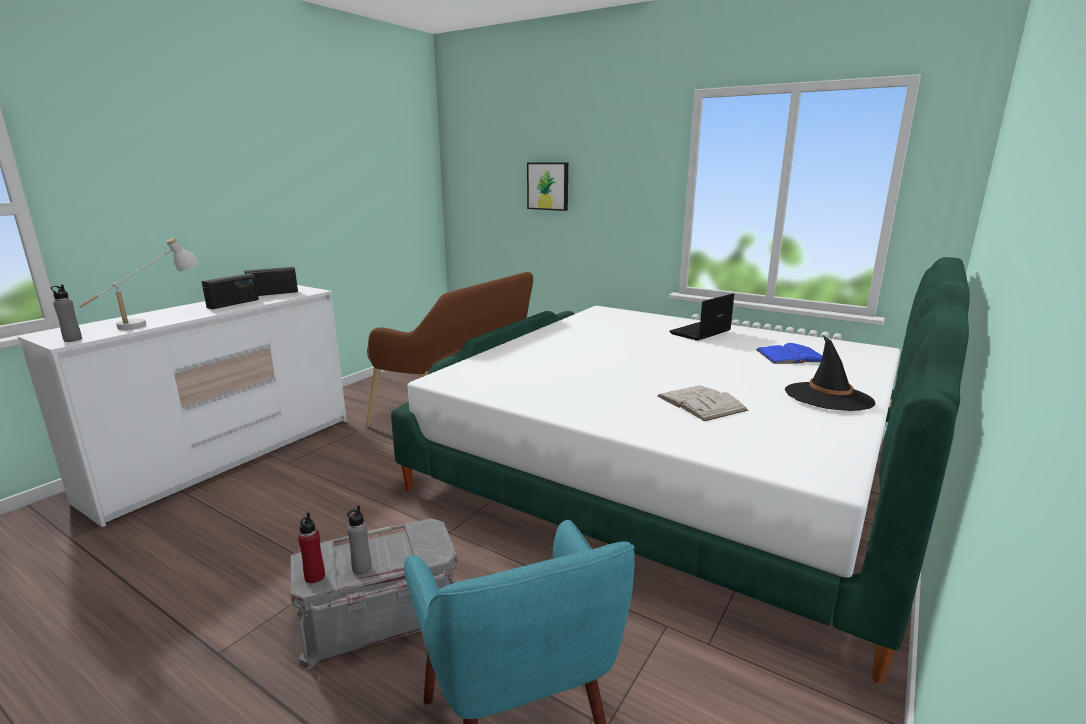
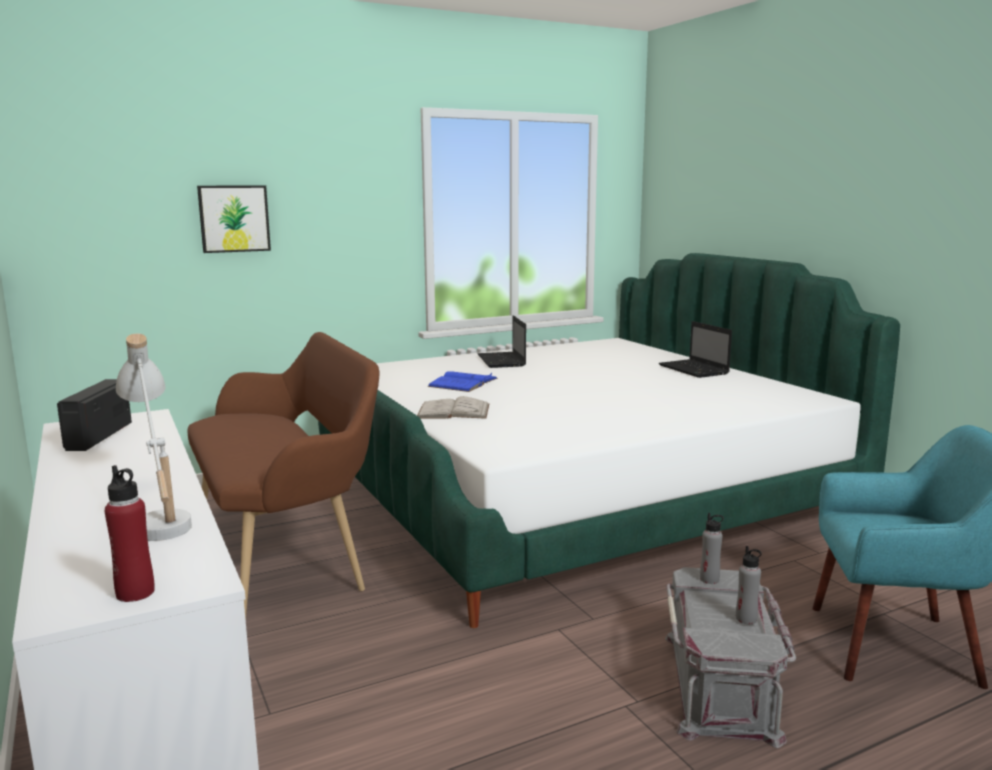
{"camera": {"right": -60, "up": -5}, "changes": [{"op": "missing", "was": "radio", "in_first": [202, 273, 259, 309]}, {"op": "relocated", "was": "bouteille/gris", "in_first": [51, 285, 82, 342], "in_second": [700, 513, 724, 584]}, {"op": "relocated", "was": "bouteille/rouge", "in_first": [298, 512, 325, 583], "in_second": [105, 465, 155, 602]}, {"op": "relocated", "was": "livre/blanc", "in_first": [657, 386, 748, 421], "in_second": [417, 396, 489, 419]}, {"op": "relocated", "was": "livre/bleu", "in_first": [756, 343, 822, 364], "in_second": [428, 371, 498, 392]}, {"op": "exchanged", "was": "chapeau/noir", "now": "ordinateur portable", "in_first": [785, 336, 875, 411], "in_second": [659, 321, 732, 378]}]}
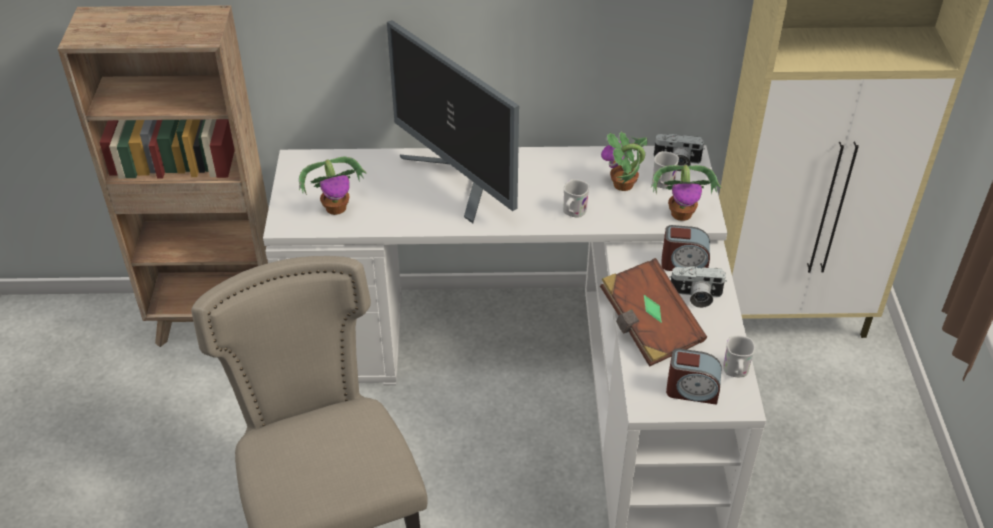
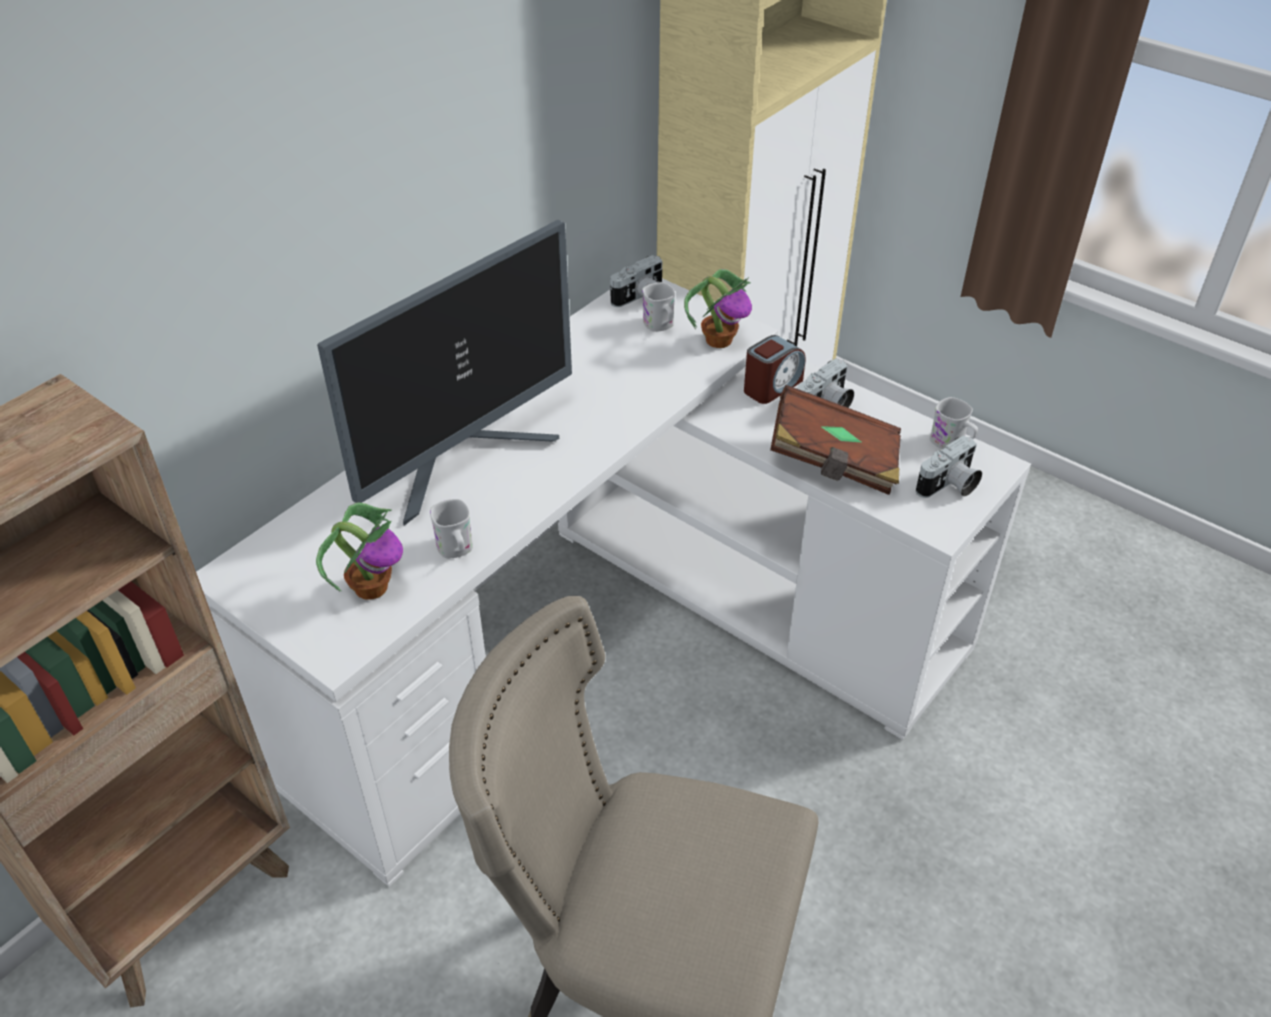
{"camera": {"right": -50, "up": 0}, "changes": [{"op": "missing", "was": "plante en pot", "in_first": [601, 131, 647, 191]}, {"op": "relocated", "was": "mug/blanc", "in_first": [563, 179, 589, 218], "in_second": [430, 499, 473, 558]}, {"op": "exchanged", "was": "réveil", "now": "appareil photo", "in_first": [666, 348, 721, 405], "in_second": [916, 435, 982, 498]}, {"op": "spun", "was": "écran d'ordinateur", "in_first": [387, 20, 519, 224], "in_second": [317, 220, 572, 526], "clockwise": -45}]}
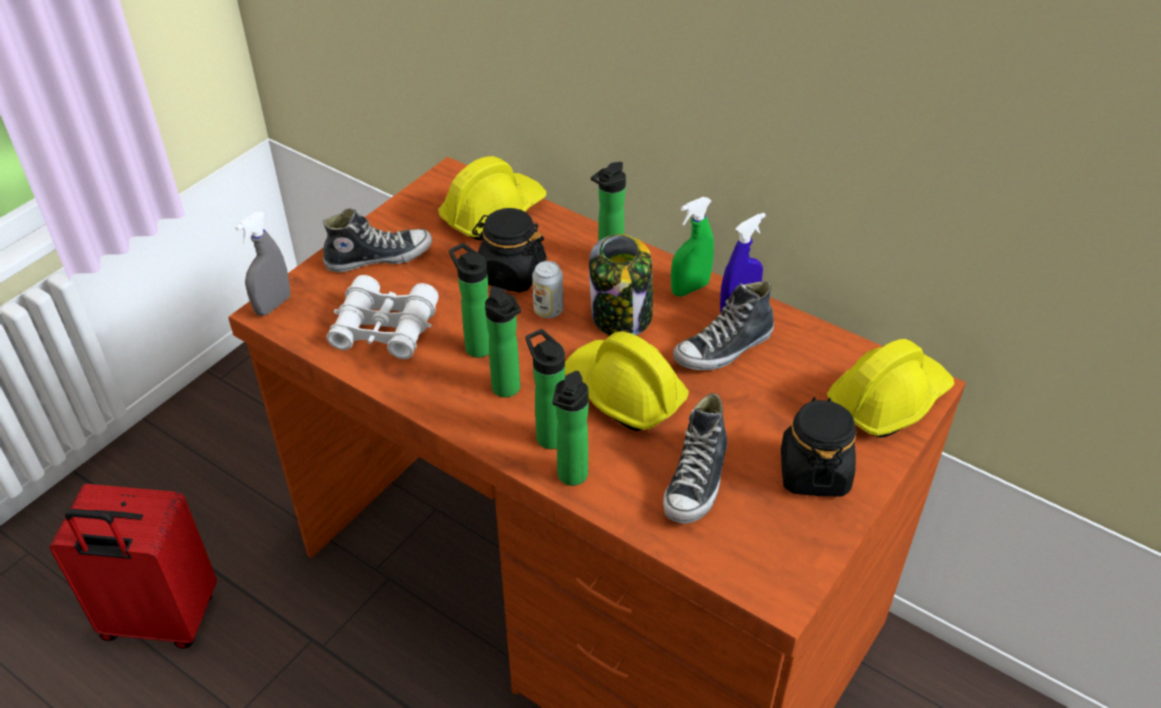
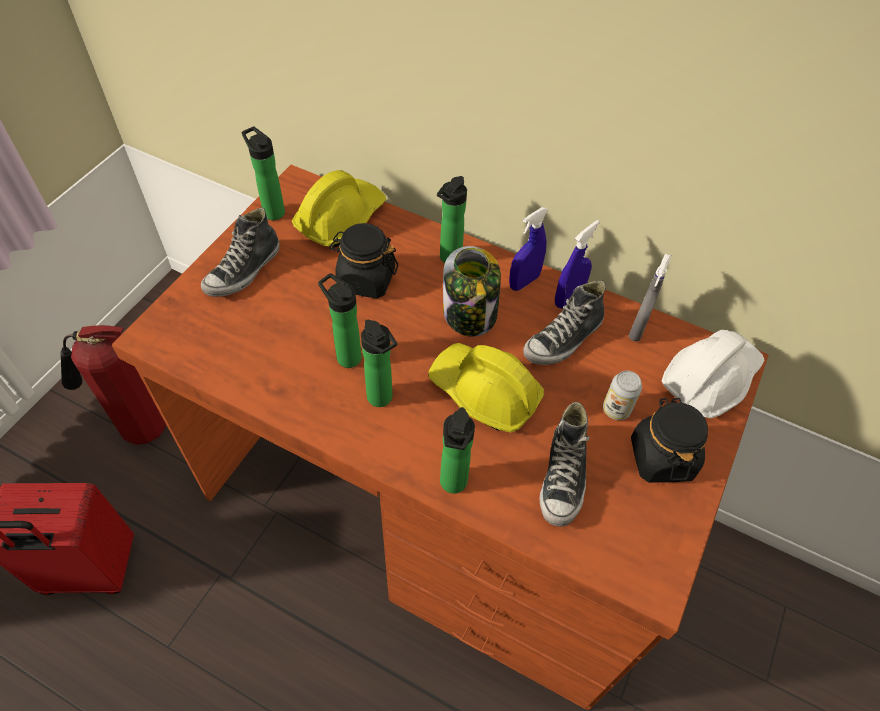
{"camera": {"right": -10, "up": 10}, "changes": [{"op": "missing", "was": "jumelles/blanc", "in_first": [326, 275, 439, 359]}, {"op": "appeared", "now": "extincteur", "in_second": [61, 325, 166, 445]}, {"op": "relocated", "was": "vaporisateur/gris", "in_first": [235, 212, 290, 316], "in_second": [628, 254, 671, 341]}, {"op": "relocated", "was": "bouteille", "in_first": [525, 329, 565, 449], "in_second": [242, 127, 285, 220]}, {"op": "relocated", "was": "boîte métallique", "in_first": [532, 261, 563, 318], "in_second": [603, 371, 642, 420]}, {"op": "colour", "was": "vaporisateur/vert", "now": "vaporisateur/bleu", "in_first": [671, 197, 714, 296], "in_second": [509, 207, 549, 291]}, {"op": "colour", "was": "casque de chantier/jaune", "now": "casque de chantier/blanc", "in_first": [827, 339, 954, 438], "in_second": [662, 330, 765, 418]}, {"op": "spun", "was": "chaussure", "in_first": [323, 208, 432, 272], "in_second": [201, 208, 280, 297], "clockwise": 150}]}
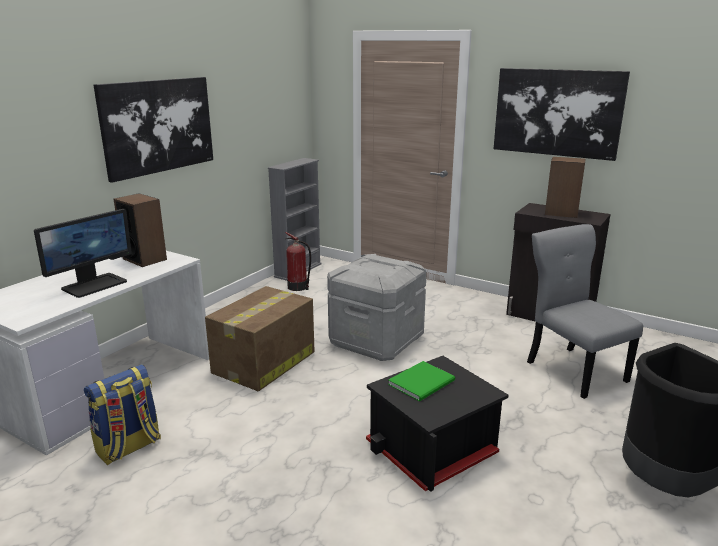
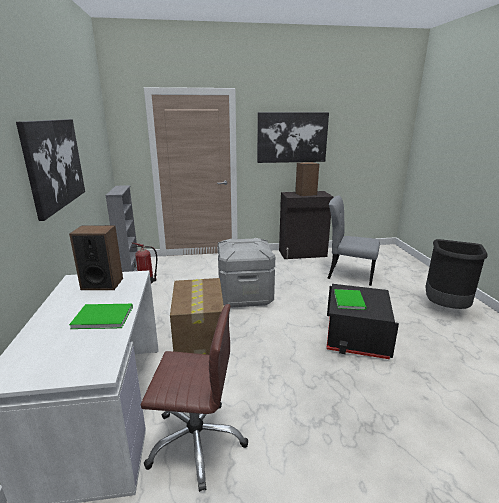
{"camera": {"right": -40, "up": 0}, "changes": [{"op": "exchanged", "was": "écran d'ordinateur", "now": "livre/vert", "in_first": [34, 209, 132, 298], "in_second": [69, 304, 133, 329]}, {"op": "exchanged", "was": "sac à dos", "now": "chaise de bureau/marron", "in_first": [84, 364, 161, 465], "in_second": [141, 304, 248, 492]}]}
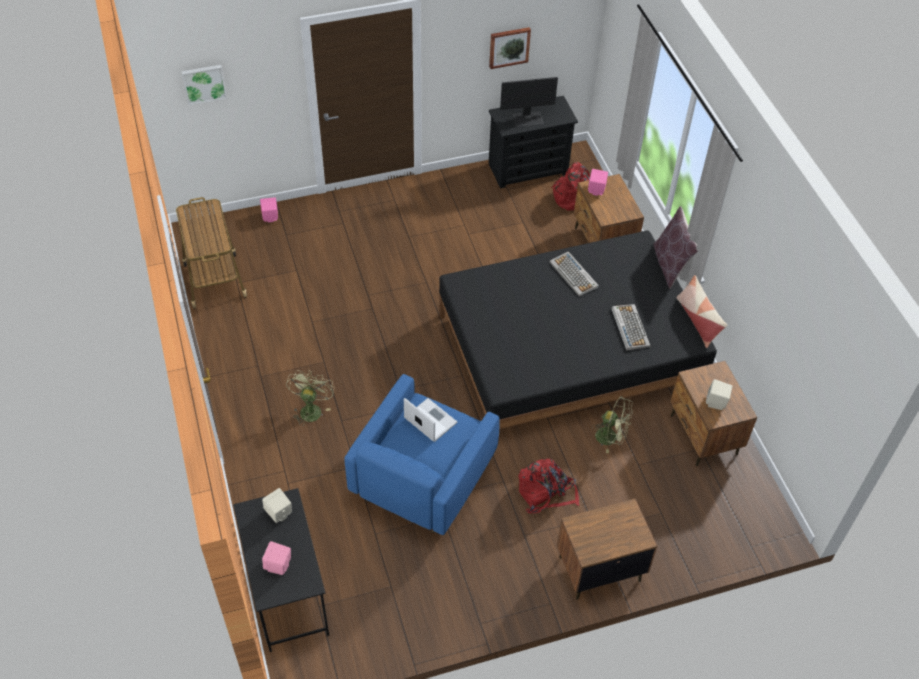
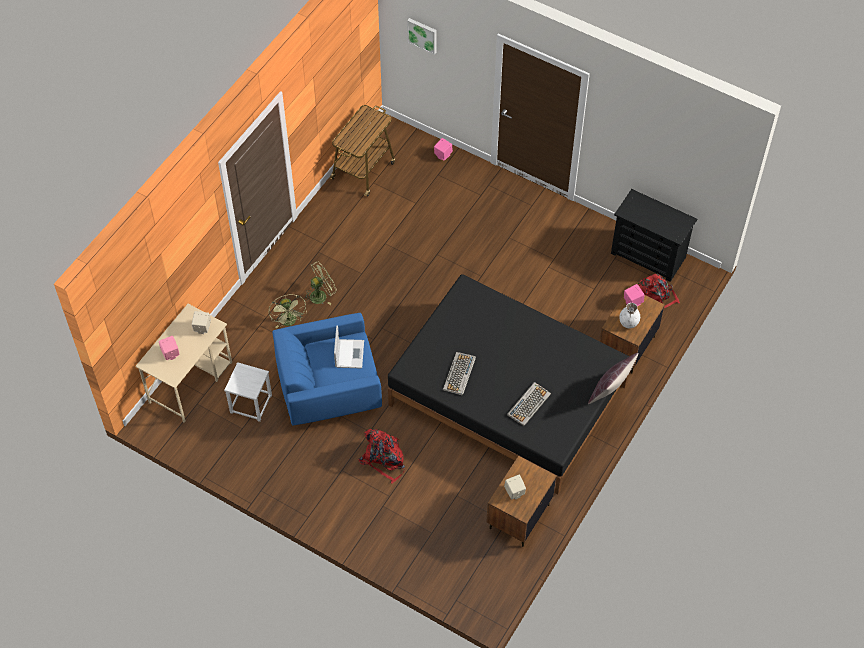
{"camera": {"right": 50, "up": 5}, "changes": [{"op": "missing", "was": "tableau", "in_first": [489, 27, 531, 69]}, {"op": "missing", "was": "écran d'ordinateur", "in_first": [500, 77, 558, 127]}, {"op": "missing", "was": "table de chevet/marron", "in_first": [557, 499, 657, 600]}, {"op": "missing", "was": "coussin", "in_first": [677, 275, 727, 348]}, {"op": "appeared", "now": "tabouret/blanc", "in_second": [224, 362, 272, 422]}, {"op": "appeared", "now": "vase/blanc", "in_second": [619, 303, 640, 328]}, {"op": "relocated", "was": "clavier", "in_first": [550, 252, 599, 297], "in_second": [443, 352, 476, 396]}, {"op": "relocated", "was": "ventilateur/vert", "in_first": [592, 396, 633, 453], "in_second": [269, 294, 307, 328]}, {"op": "colour", "was": "bureau/noir", "now": "bureau/beige", "in_first": [233, 488, 329, 652], "in_second": [136, 304, 232, 423]}]}
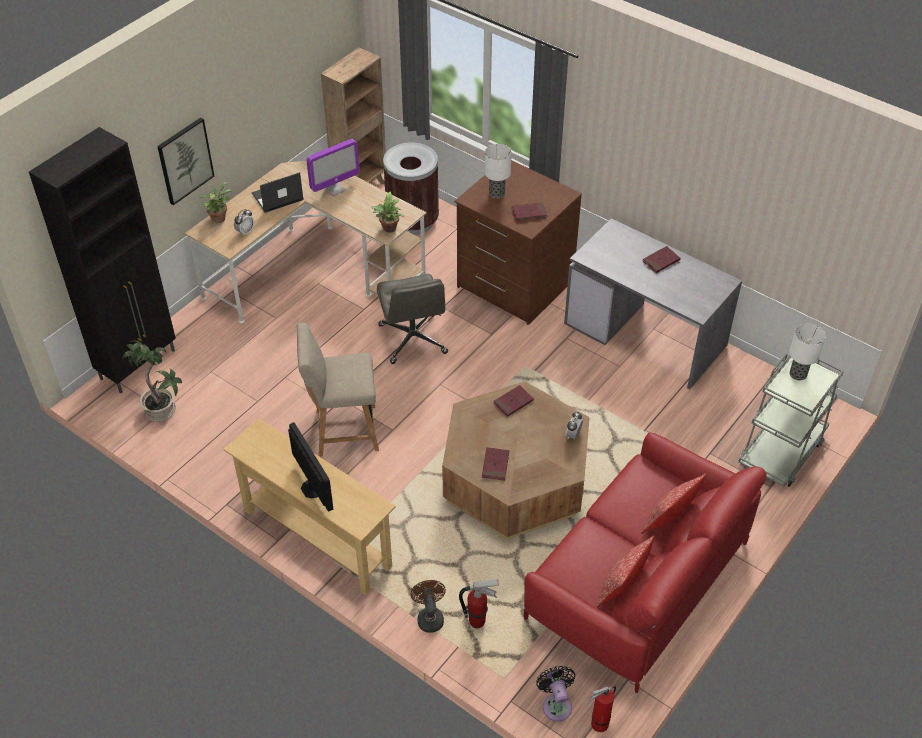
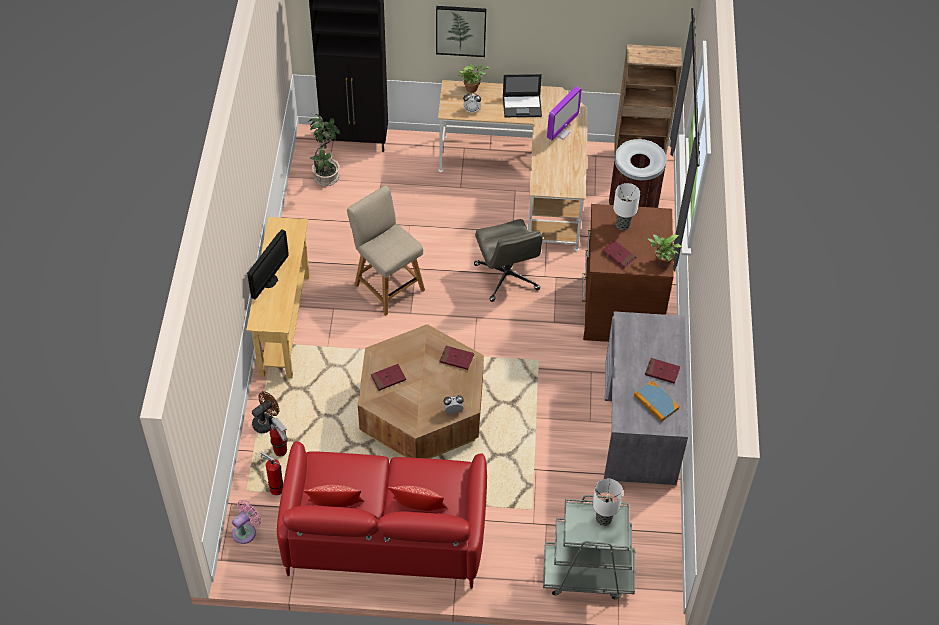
{"camera": {"right": 55, "up": 5}, "changes": [{"op": "appeared", "now": "livre", "in_second": [634, 381, 680, 422]}, {"op": "relocated", "was": "plante en pot", "in_first": [371, 192, 404, 233], "in_second": [648, 234, 682, 267]}, {"op": "relocated", "was": "extincteur", "in_first": [590, 686, 616, 732], "in_second": [260, 452, 283, 495]}, {"op": "colour", "was": "ventilateur/noir", "now": "ventilateur/rose", "in_first": [536, 666, 575, 721], "in_second": [232, 500, 262, 544]}, {"op": "spun", "was": "ordinateur portable", "in_first": [252, 172, 304, 213], "in_second": [503, 74, 542, 117], "clockwise": 150}, {"op": "spun", "was": "écran d'ordinateur", "in_first": [307, 139, 360, 196], "in_second": [547, 86, 582, 140], "clockwise": -75}, {"op": "spun", "was": "chaise de bureau/gris", "in_first": [377, 274, 448, 364], "in_second": [474, 219, 543, 302], "clockwise": -60}]}
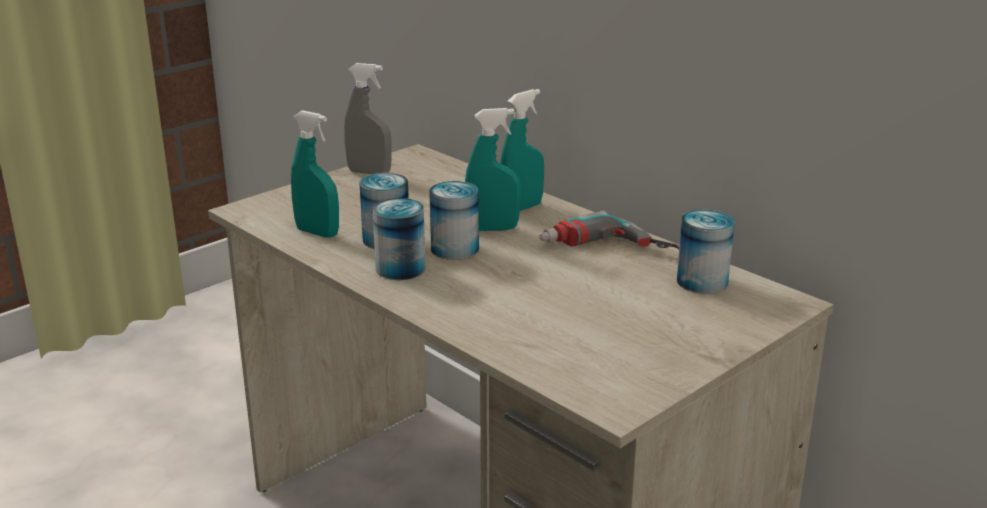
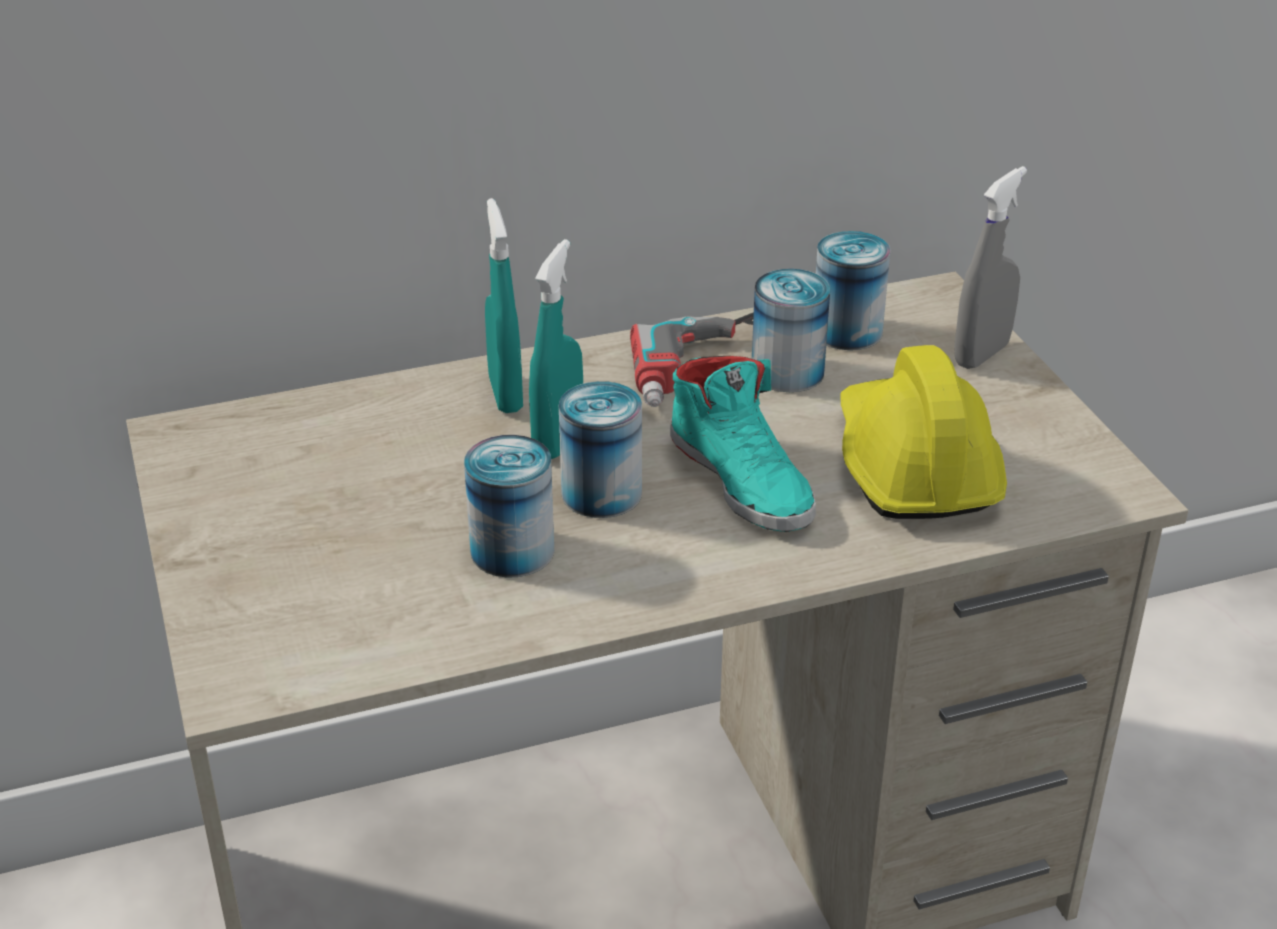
{"camera": {"right": -65, "up": 10}, "changes": [{"op": "missing", "was": "vaporisateur/turquoise", "in_first": [291, 110, 339, 238]}, {"op": "appeared", "now": "chaussure/turquoise", "in_second": [670, 356, 816, 532]}, {"op": "appeared", "now": "casque de chantier/jaune", "in_second": [841, 345, 1007, 519]}, {"op": "relocated", "was": "vaporisateur/gris", "in_first": [344, 63, 392, 174], "in_second": [954, 166, 1027, 369]}, {"op": "relocated", "was": "boîte métallique", "in_first": [373, 198, 426, 280], "in_second": [752, 269, 830, 392]}]}
